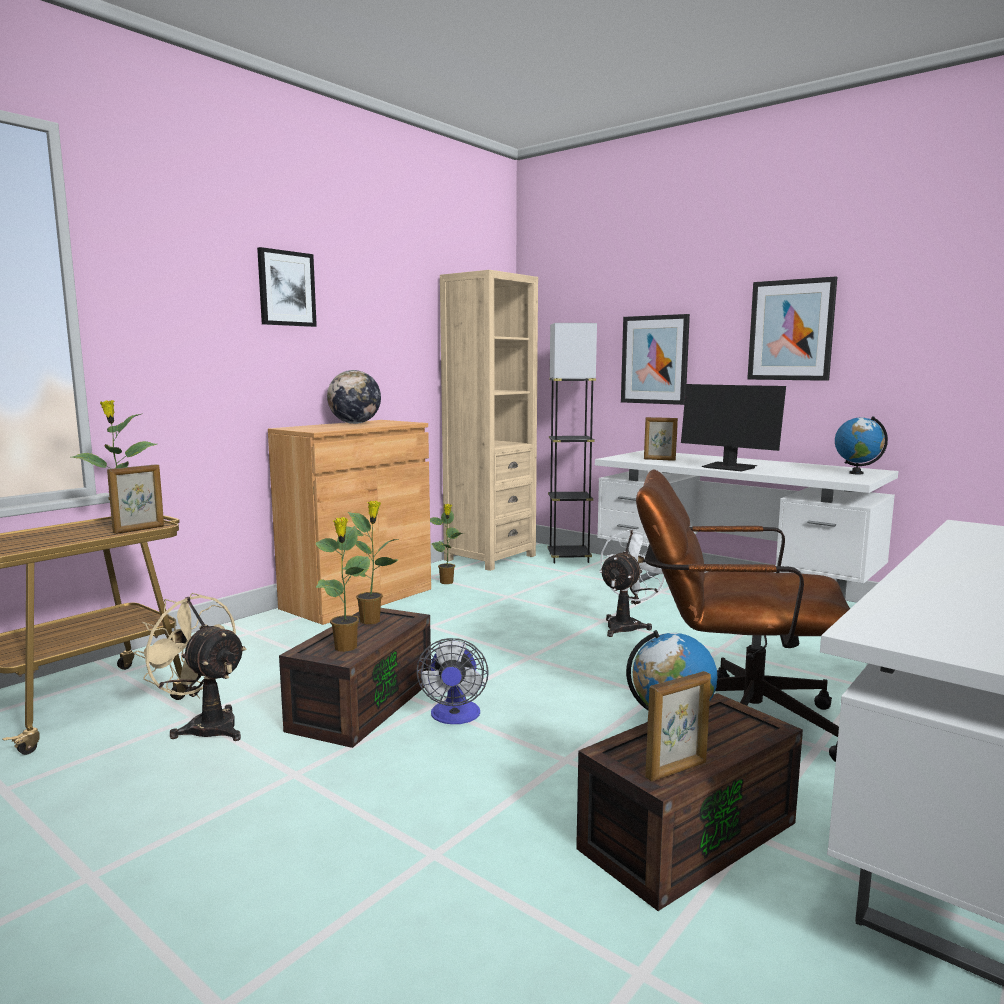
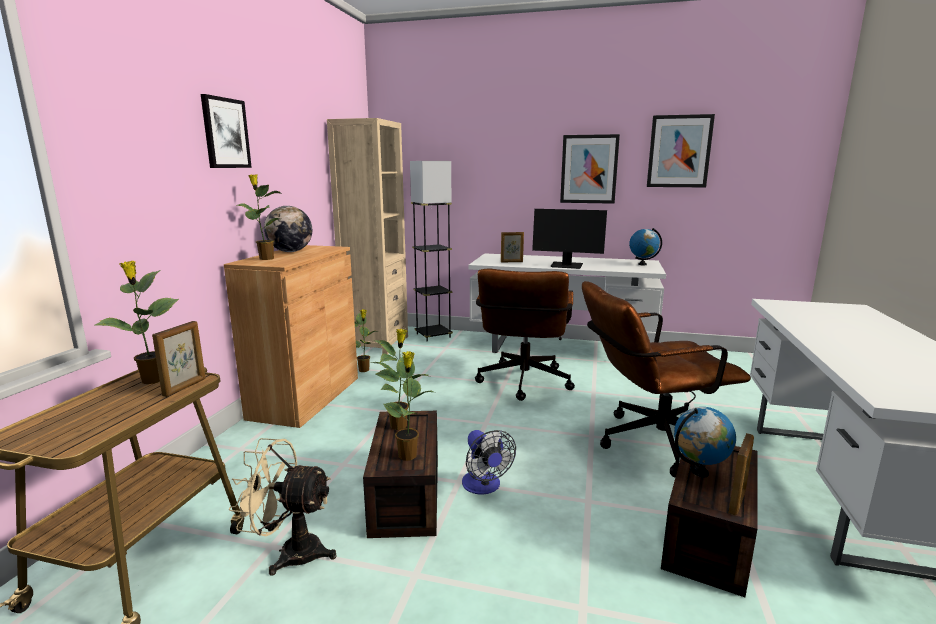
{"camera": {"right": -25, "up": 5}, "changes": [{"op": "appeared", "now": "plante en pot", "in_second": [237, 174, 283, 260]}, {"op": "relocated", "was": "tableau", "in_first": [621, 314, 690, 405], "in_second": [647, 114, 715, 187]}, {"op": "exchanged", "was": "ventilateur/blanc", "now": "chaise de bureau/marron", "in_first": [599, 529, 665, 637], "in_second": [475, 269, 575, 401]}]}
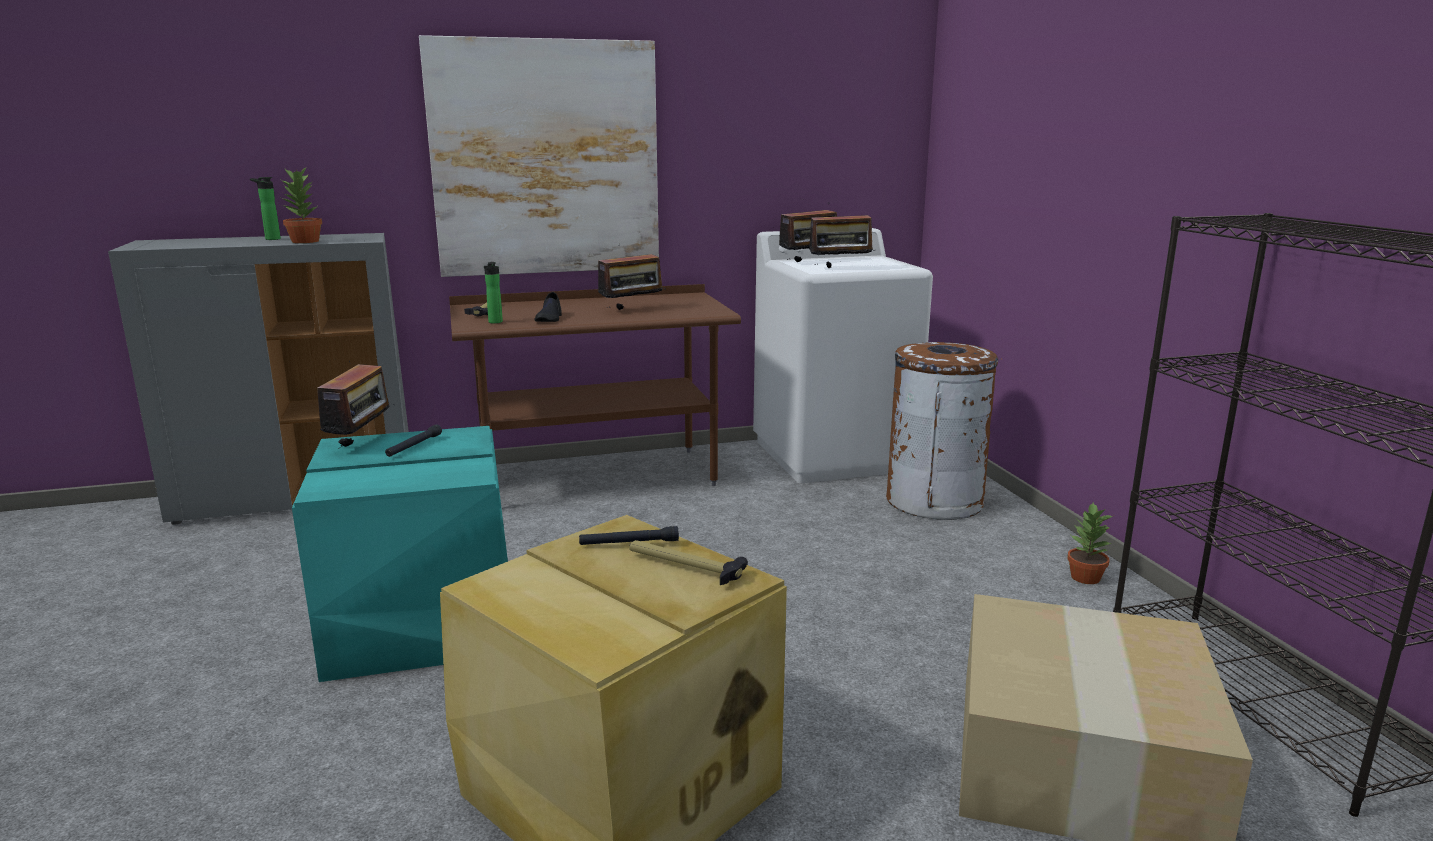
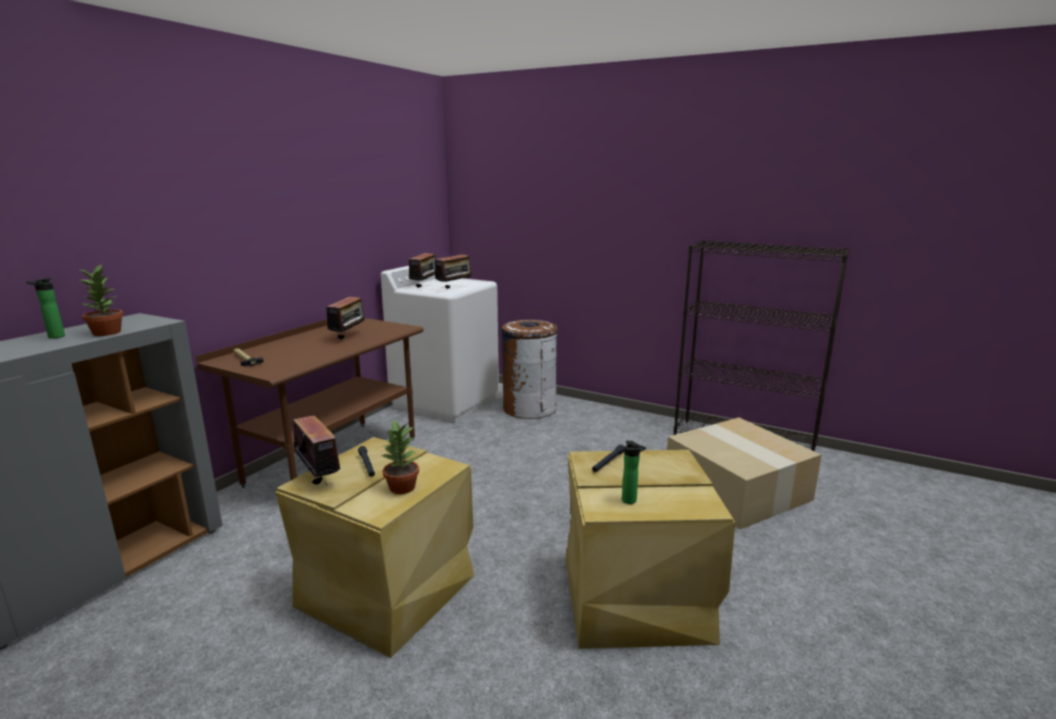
{"camera": {"right": -45, "up": 0}, "changes": [{"op": "missing", "was": "tableau", "in_first": [419, 35, 659, 277]}, {"op": "missing", "was": "chaussure/noir", "in_first": [535, 292, 562, 322]}, {"op": "missing", "was": "marteau", "in_first": [629, 540, 748, 585]}, {"op": "relocated", "was": "bouteille", "in_first": [484, 262, 503, 323], "in_second": [622, 441, 646, 504]}, {"op": "relocated", "was": "plante en pot", "in_first": [1067, 502, 1113, 584], "in_second": [382, 419, 419, 494]}, {"op": "colour", "was": "boîte de rangement/turquoise", "now": "boîte de rangement/beige", "in_first": [292, 426, 508, 682], "in_second": [275, 437, 475, 658]}]}
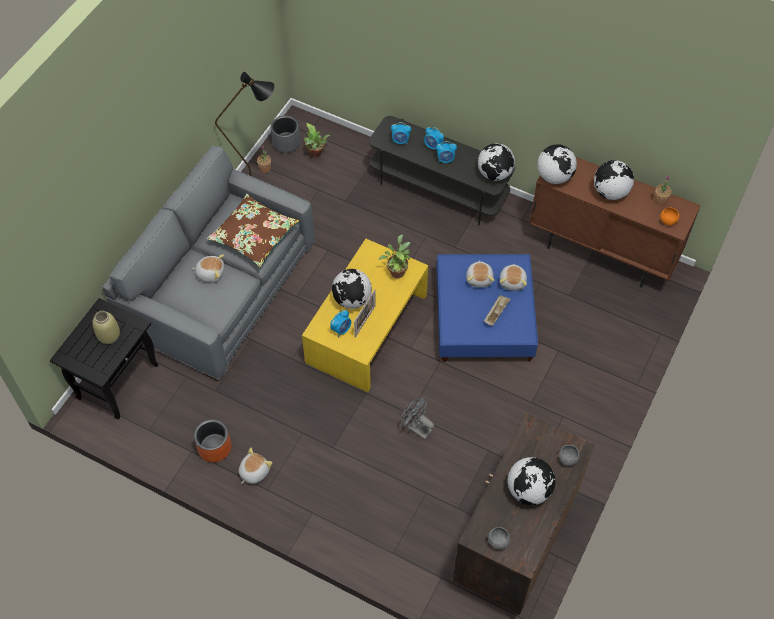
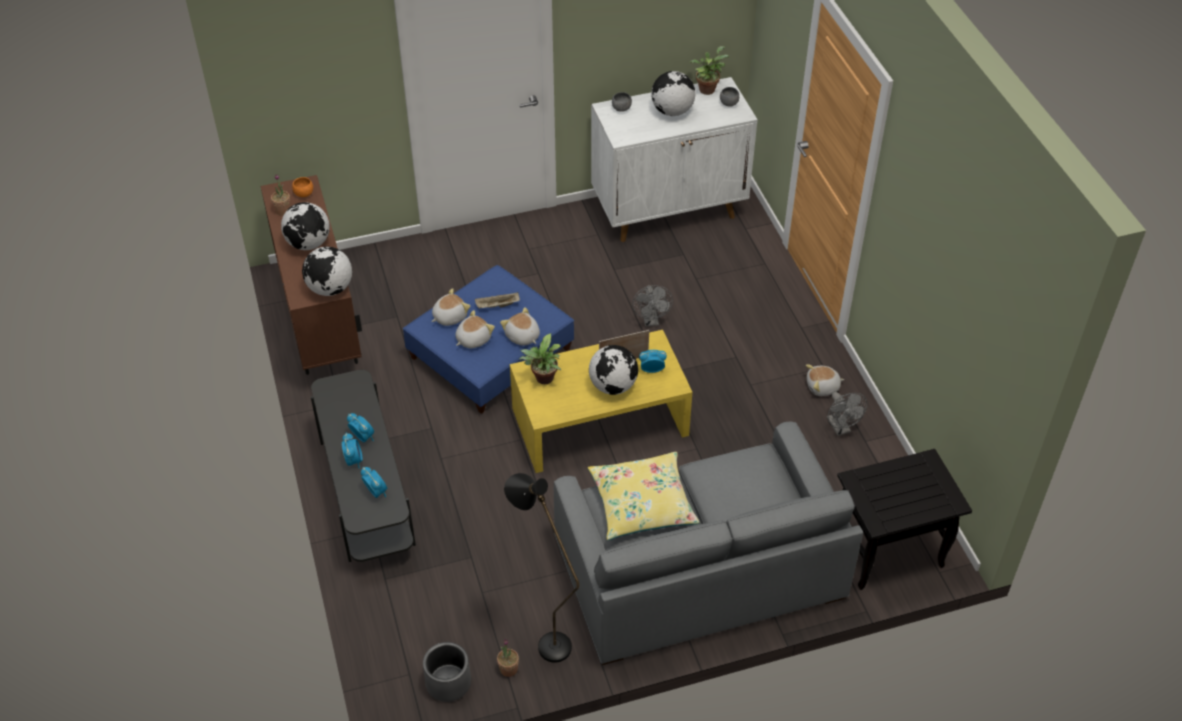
{"camera": {"right": -135, "up": -10}, "changes": [{"op": "missing", "was": "vase/beige", "in_first": [92, 311, 120, 344]}, {"op": "missing", "was": "globe", "in_first": [478, 143, 515, 181]}, {"op": "relocated", "was": "peluche", "in_first": [192, 254, 224, 283], "in_second": [500, 307, 540, 346]}, {"op": "relocated", "was": "plante en pot", "in_first": [304, 123, 331, 157], "in_second": [690, 46, 729, 95]}, {"op": "exchanged", "was": "cache-pot/orange", "now": "ventilateur/gris", "in_first": [194, 419, 231, 462], "in_second": [827, 392, 867, 436]}, {"op": "colour", "was": "coussin/marron", "now": "coussin/jaune", "in_first": [207, 194, 299, 268], "in_second": [588, 452, 700, 540]}, {"op": "colour", "was": "meuble de rangement/marron", "now": "meuble de rangement/blanc", "in_first": [453, 413, 595, 615], "in_second": [591, 77, 758, 242]}]}
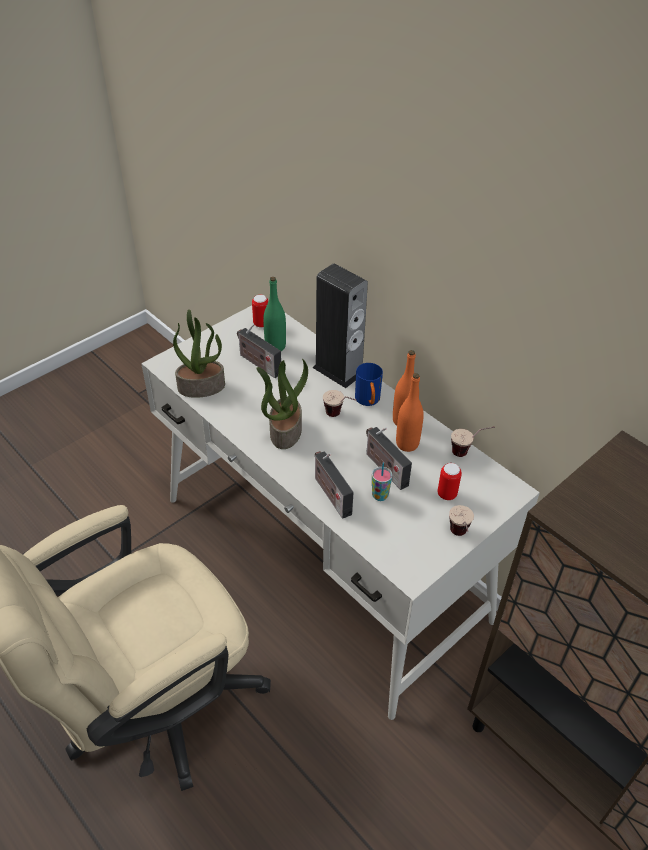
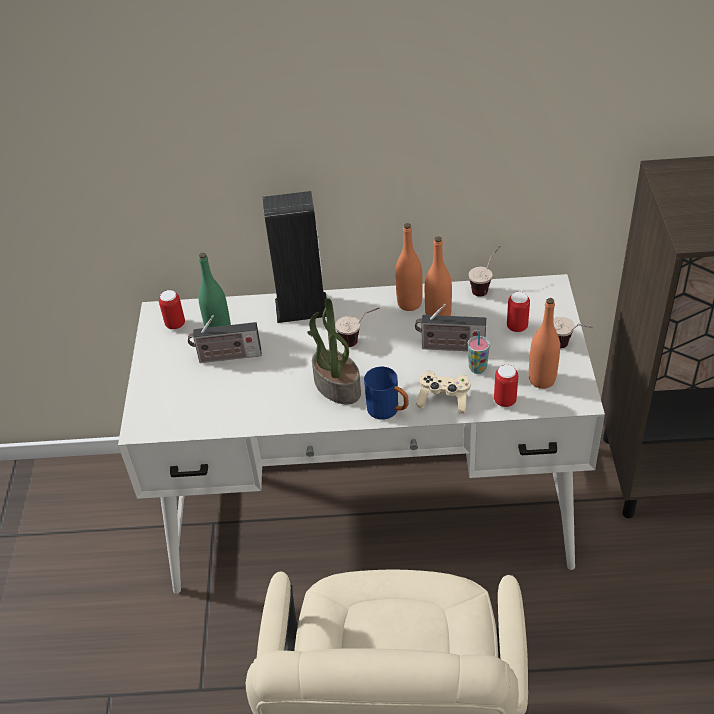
{"camera": {"right": -45, "up": 0}, "changes": [{"op": "missing", "was": "plante en pot", "in_first": [173, 309, 225, 398]}, {"op": "appeared", "now": "boîte métallique", "in_second": [494, 365, 518, 407]}, {"op": "appeared", "now": "bouteille/orange", "in_second": [529, 298, 560, 389]}, {"op": "relocated", "was": "mug/bleu", "in_first": [355, 363, 383, 406], "in_second": [364, 367, 408, 420]}, {"op": "exchanged", "was": "radio", "now": "manette/beige", "in_first": [315, 451, 354, 519], "in_second": [416, 371, 471, 414]}]}
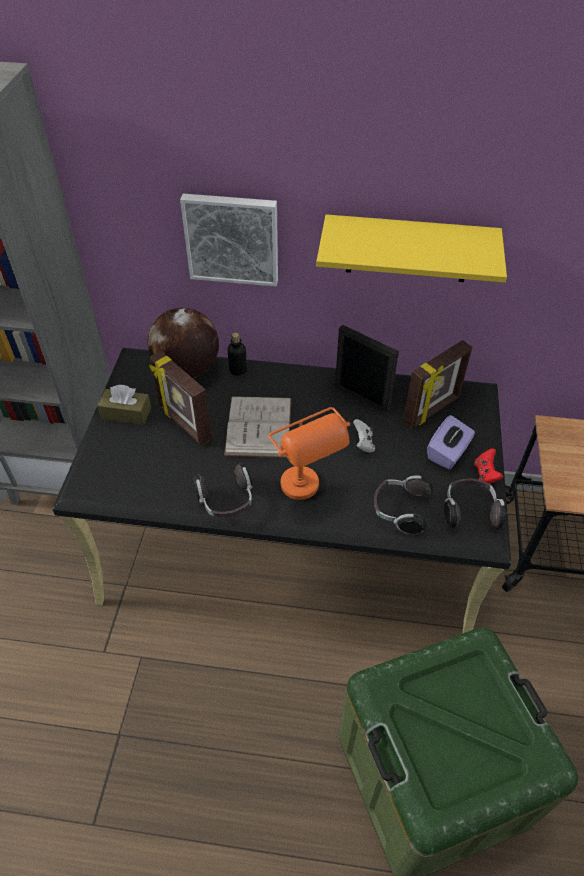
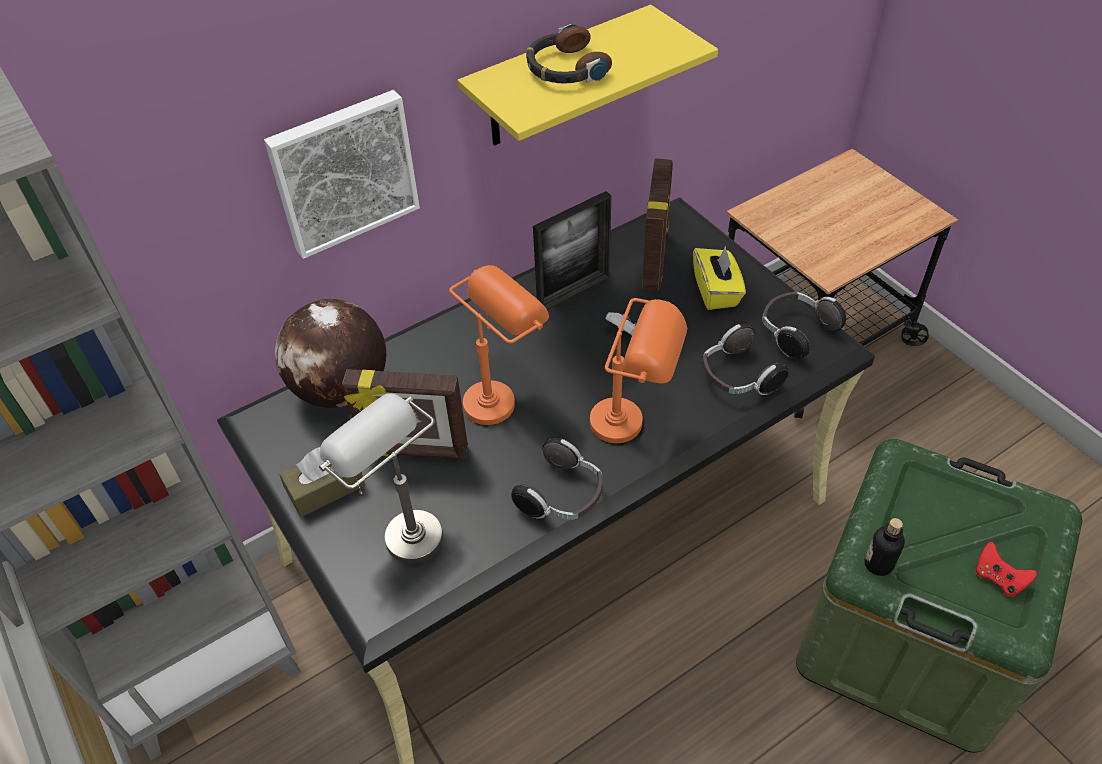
{"camera": {"right": -40, "up": 0}, "changes": [{"op": "appeared", "now": "lampe de table/gris", "in_second": [319, 393, 443, 563]}, {"op": "appeared", "now": "casque audio", "in_second": [526, 24, 612, 83]}, {"op": "relocated", "was": "bouteille", "in_first": [227, 333, 247, 376], "in_second": [864, 518, 905, 576]}, {"op": "relocated", "was": "manette/rouge", "in_first": [474, 448, 504, 483], "in_second": [975, 542, 1037, 597]}, {"op": "exchanged", "was": "livre/blanc", "now": "lampe de table/orange", "in_first": [224, 396, 291, 458], "in_second": [449, 265, 549, 425]}, {"op": "colour", "was": "boîte à mouchoirs/violet", "now": "boîte à mouchoirs/jaune", "in_first": [427, 415, 475, 469], "in_second": [693, 246, 746, 310]}, {"op": "spun", "was": "cadre photo", "in_first": [335, 325, 399, 413], "in_second": [533, 191, 611, 309], "clockwise": 150}]}
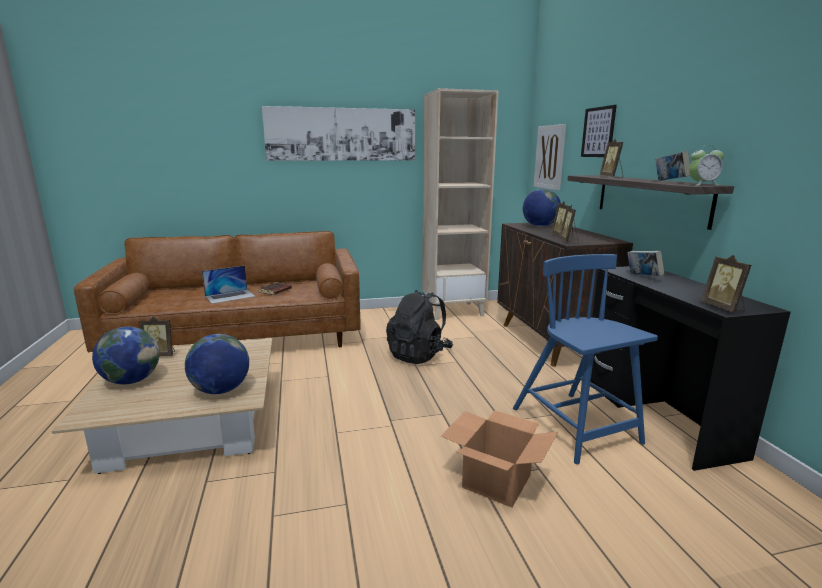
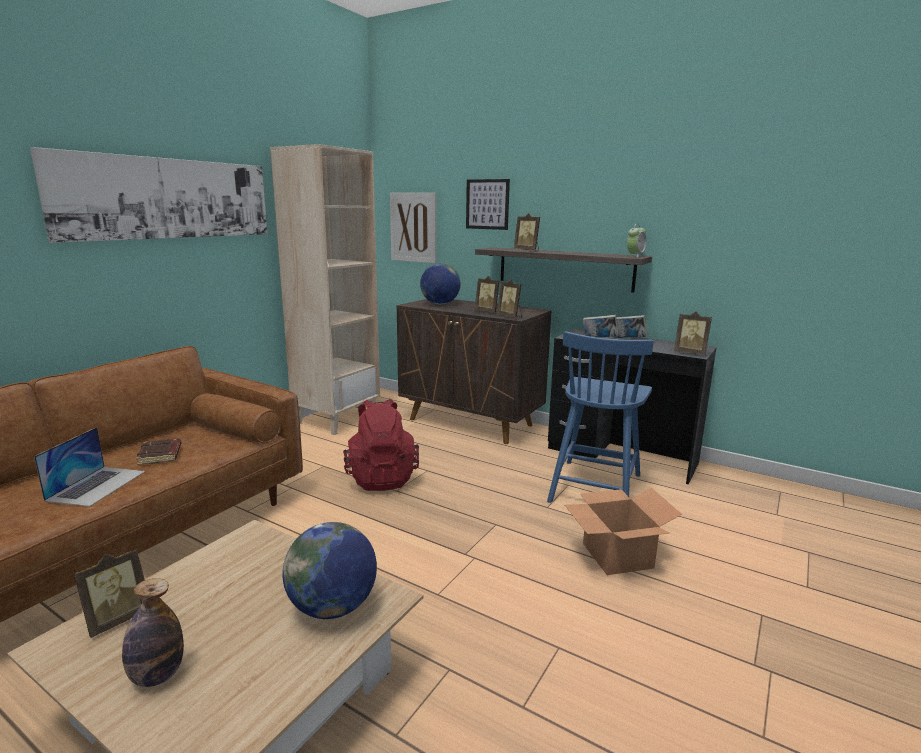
{"camera": {"right": -45, "up": 0}, "changes": [{"op": "relocated", "was": "livre", "in_first": [655, 151, 690, 181], "in_second": [614, 315, 647, 338]}, {"op": "exchanged", "was": "globe", "now": "bouteille", "in_first": [92, 326, 160, 384], "in_second": [122, 578, 184, 687]}, {"op": "colour", "was": "sac à dos/noir", "now": "sac à dos/rouge", "in_first": [386, 290, 453, 364], "in_second": [343, 399, 419, 491]}, {"op": "spun", "was": "chaise/bleu", "in_first": [513, 254, 658, 464], "in_second": [547, 331, 653, 503], "clockwise": -90}]}
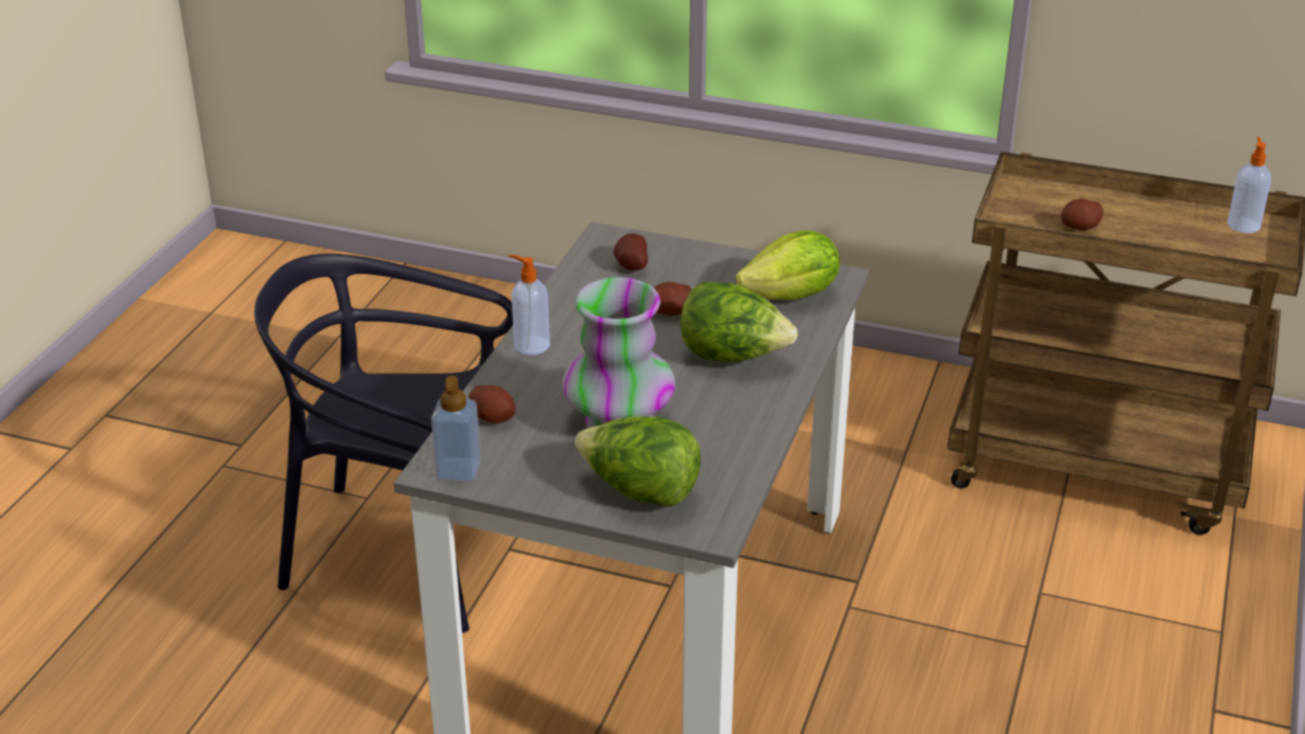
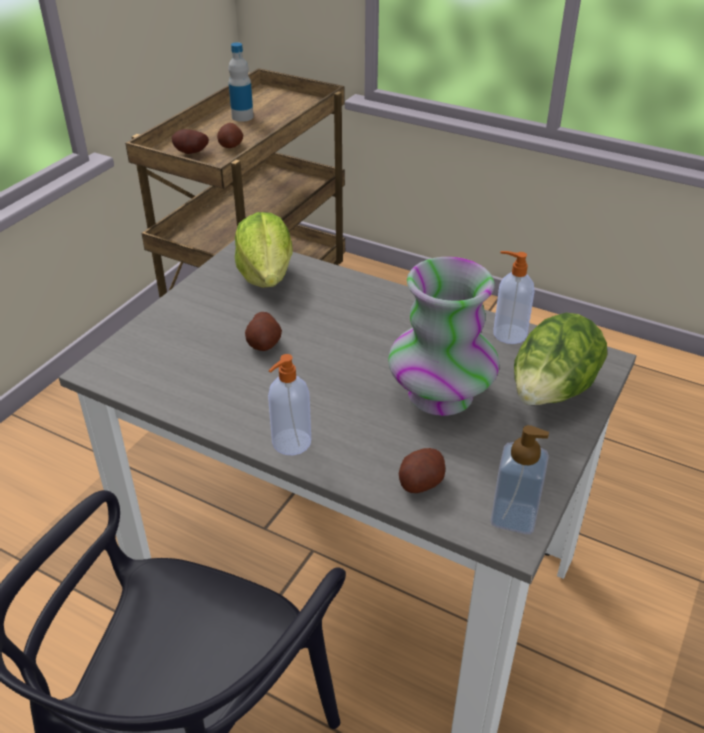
{"camera": {"right": -80, "up": 5}, "changes": [{"op": "missing", "was": "laitue", "in_first": [680, 282, 798, 362]}, {"op": "appeared", "now": "bouteille", "in_second": [228, 42, 254, 122]}, {"op": "relocated", "was": "pomme de terre", "in_first": [613, 233, 648, 271], "in_second": [172, 129, 209, 154]}, {"op": "relocated", "was": "distributeur de savon", "in_first": [1227, 136, 1271, 233], "in_second": [493, 251, 535, 344]}]}
